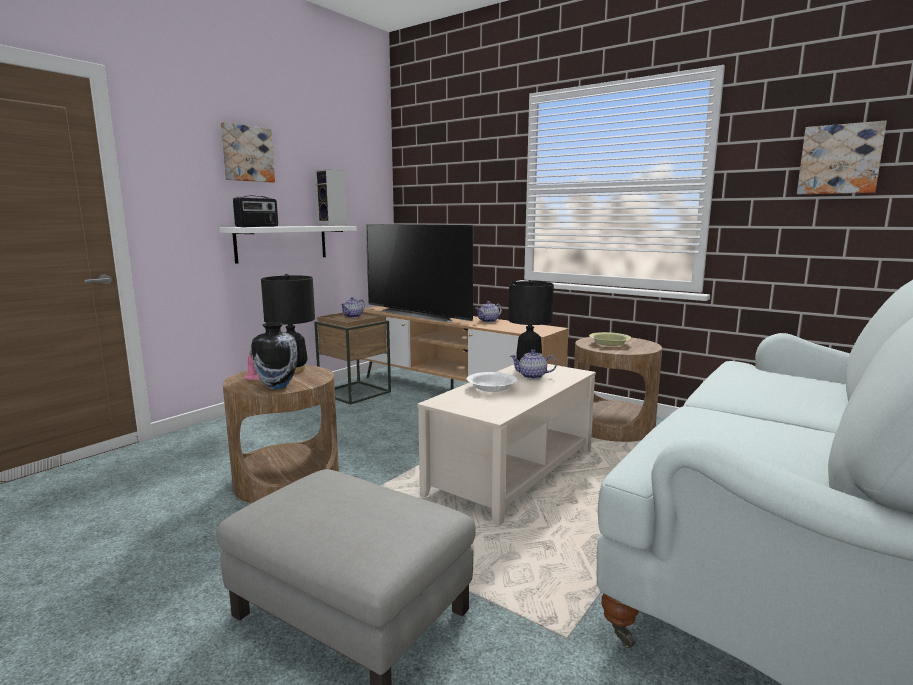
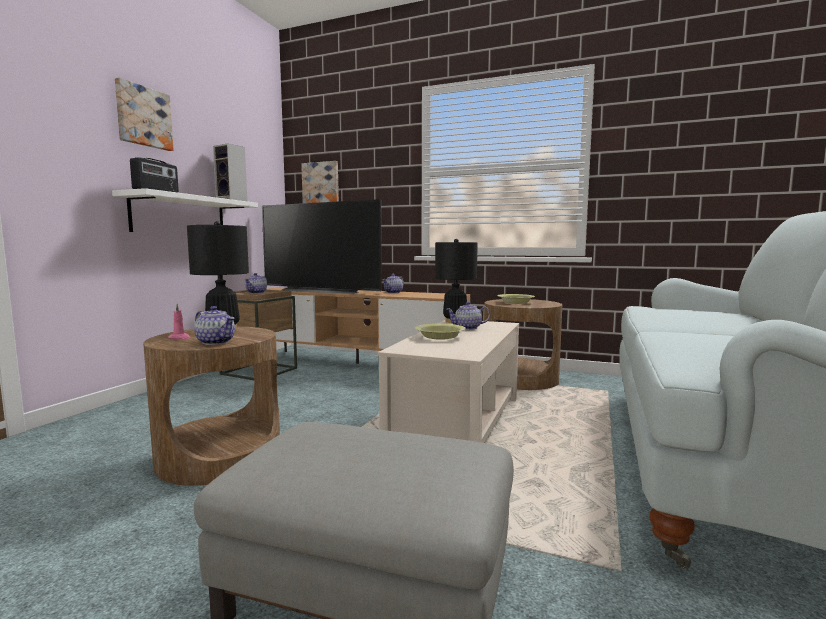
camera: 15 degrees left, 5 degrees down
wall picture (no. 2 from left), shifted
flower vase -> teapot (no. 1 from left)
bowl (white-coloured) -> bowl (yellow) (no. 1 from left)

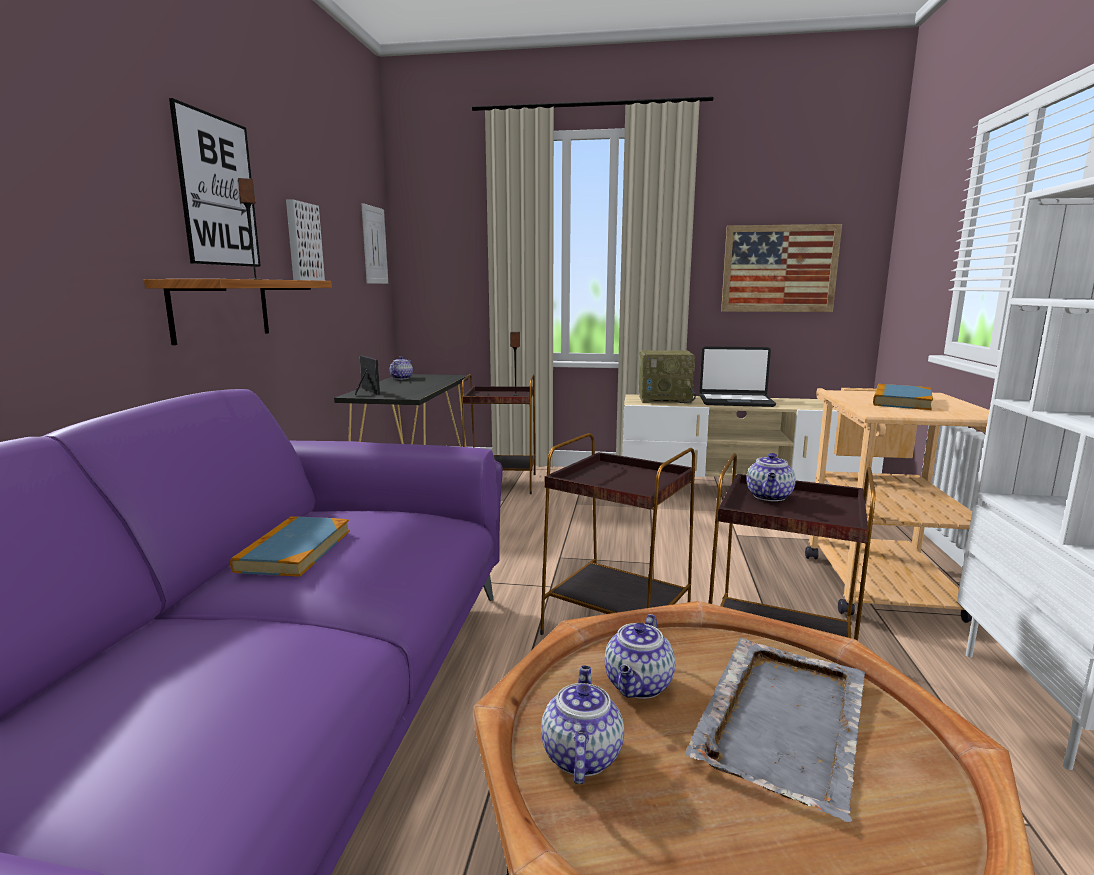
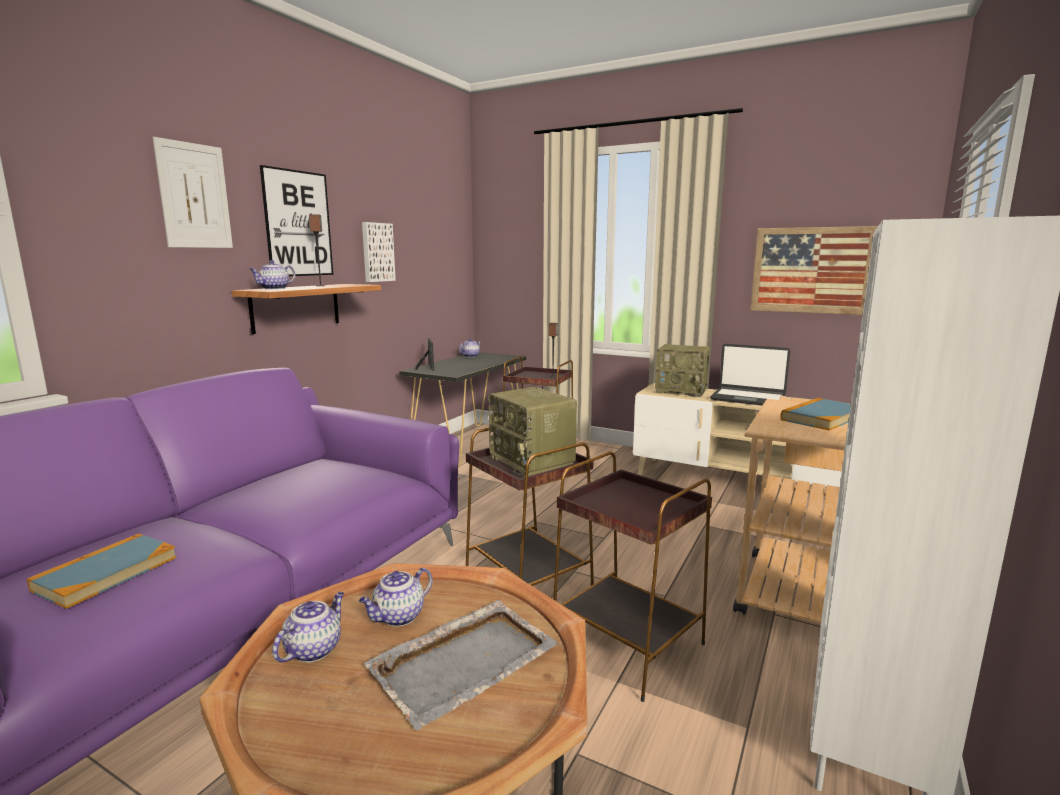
camera: 20 degrees right, 0 degrees up
none -> radio (no. 1 from left)
book (no. 1 from left), shifted
wall picture (no. 3 from left in the first image) -> wall picture (no. 1 from left), shifted
teapot (no. 4 from left in the first image) -> teapot (no. 1 from left), shifted

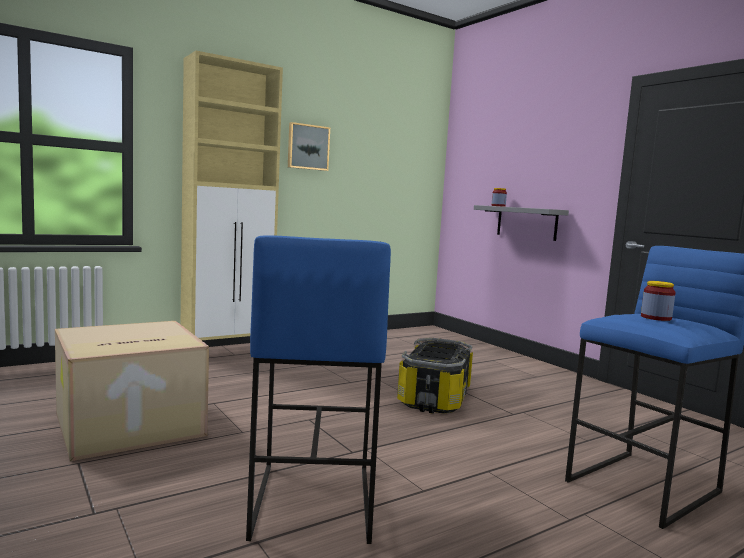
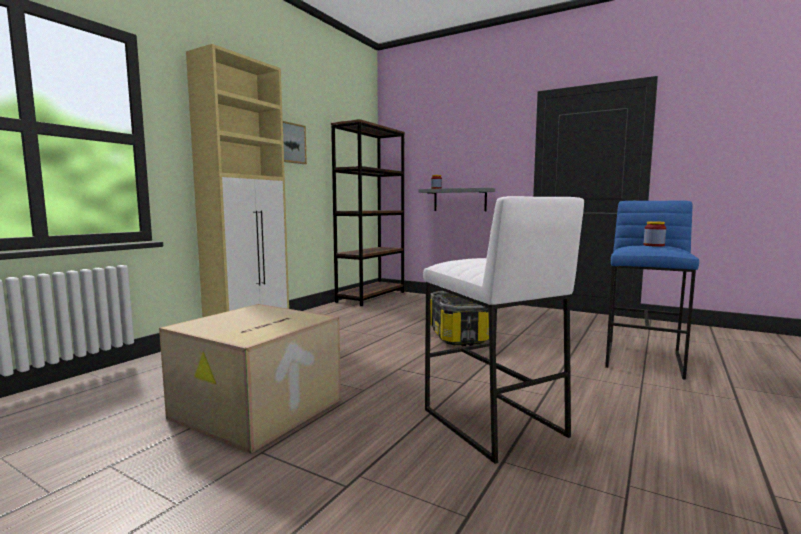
camera: 25 degrees left, 0 degrees up
none -> shelving unit (brownish)
stool seat (blue) (no. 1 from left) -> stool seat (white-coloured)

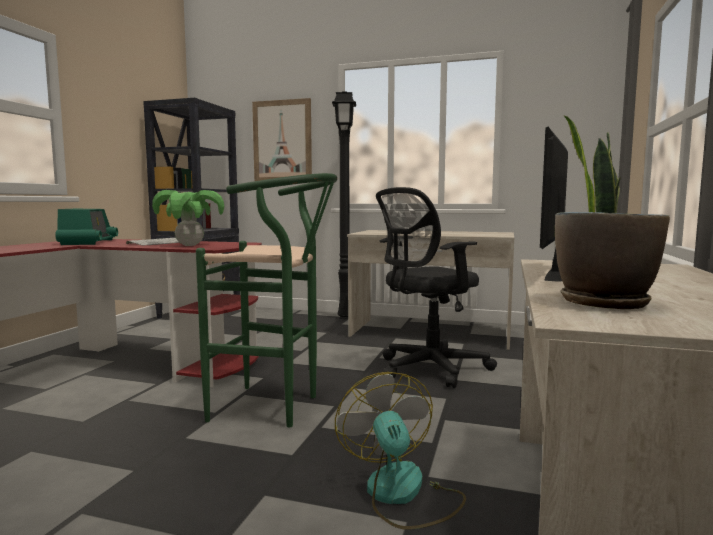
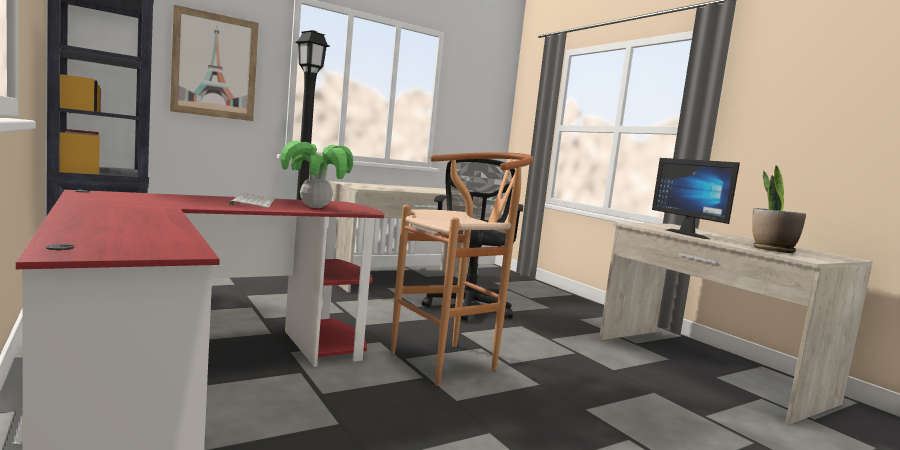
camera: 50 degrees left, 0 degrees up
radio -> none
fan -> none
stool seat (greenish) -> stool seat (brownish)

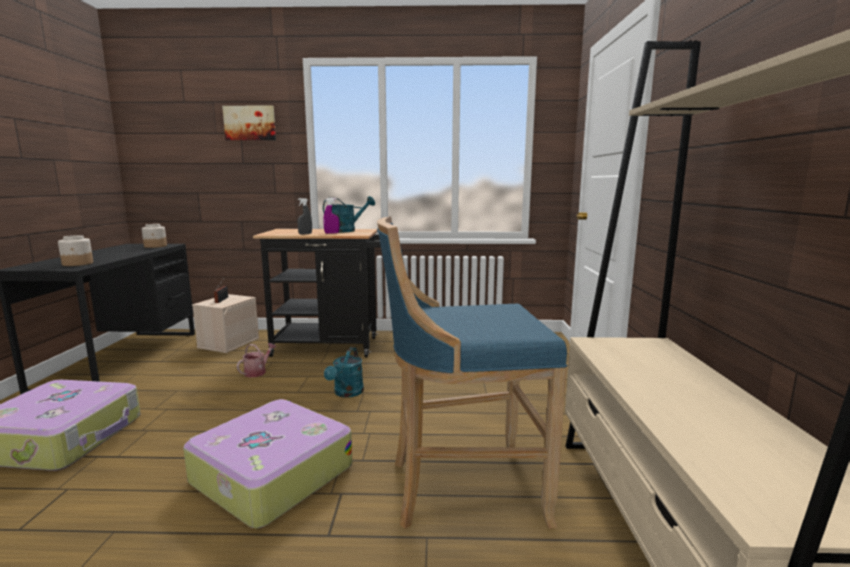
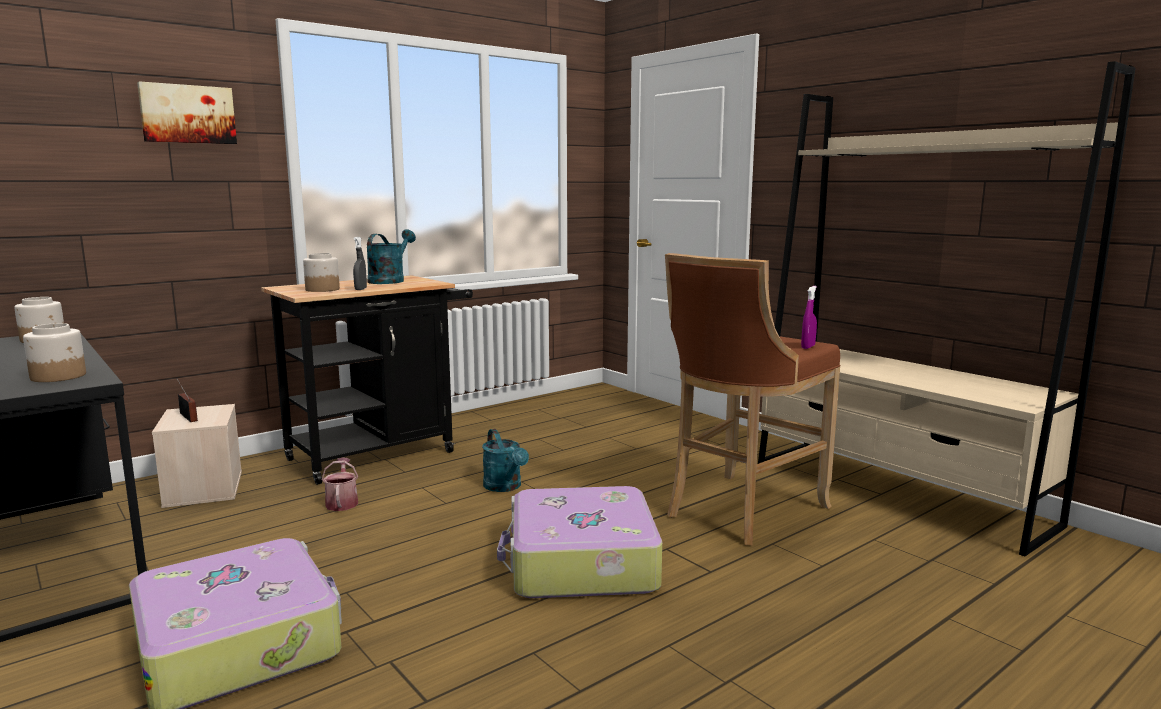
camera: 40 degrees left, 0 degrees up
none -> jar (no. 3 from left)
sprayer (purple-coloured), shifted
stool seat (blue) -> stool seat (brownish)

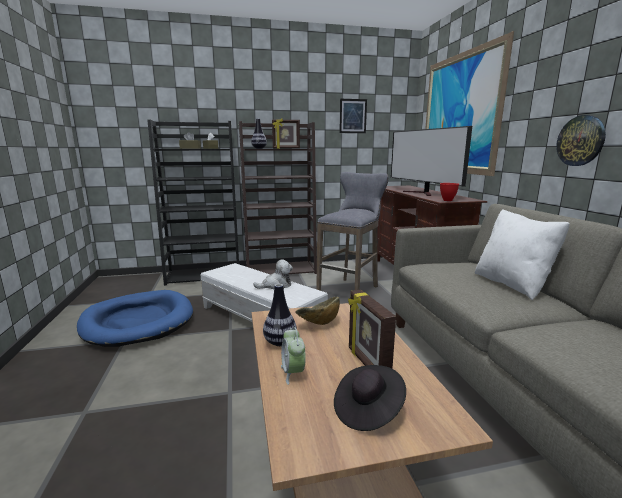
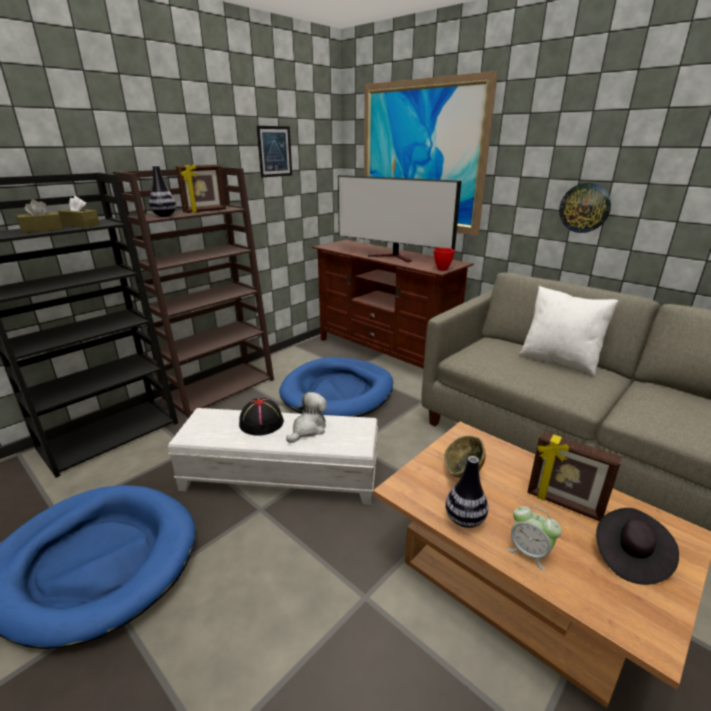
camera: 35 degrees left, 10 degrees up
none -> wearable hat (blackish) (no. 1 from left)
stool seat (gray) -> pet bed (blue) (no. 2 from left)

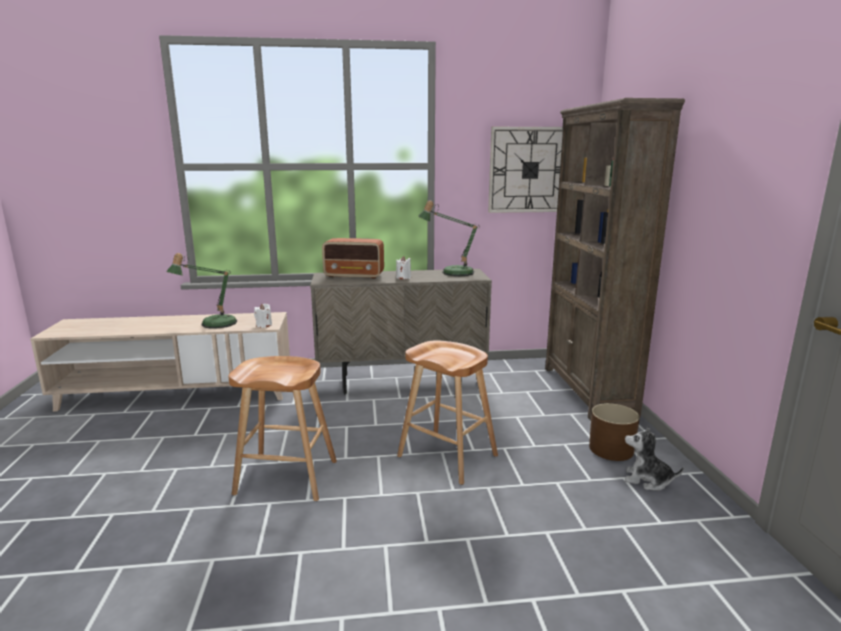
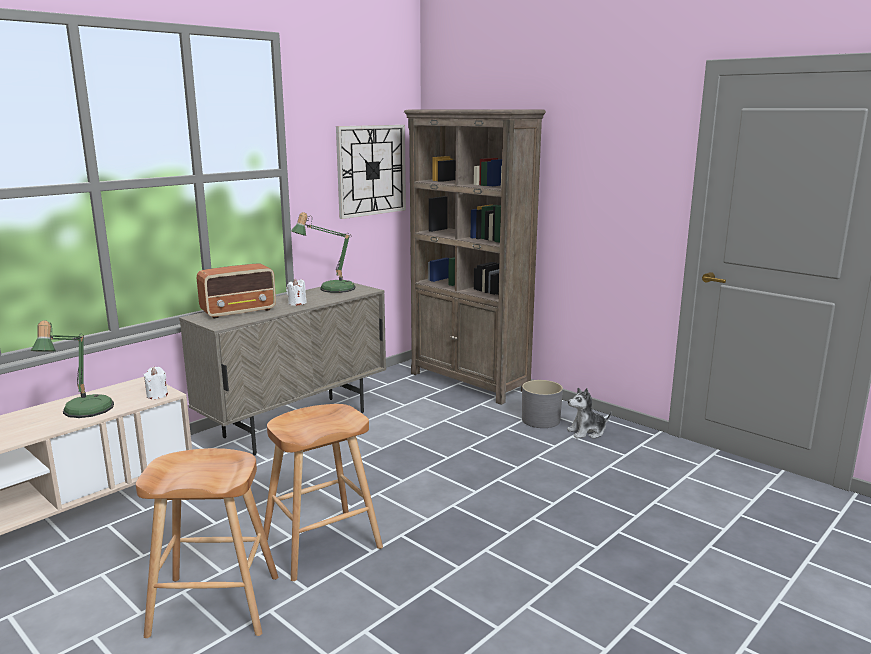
camera: 40 degrees left, 0 degrees up
stool seat (brownish) (no. 2 from left in the first image) -> stool seat (brownish) (no. 1 from left), shifted
planter (brownish) -> planter (gray)

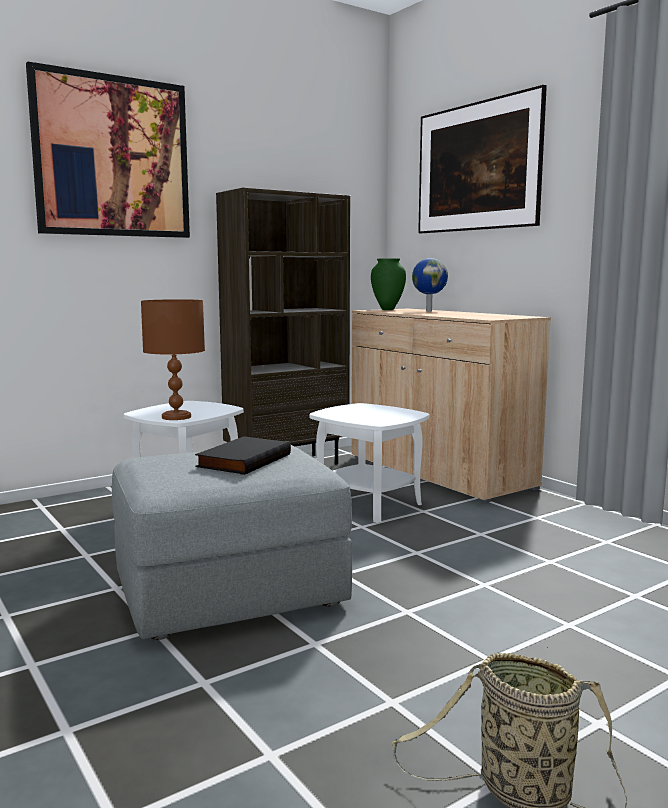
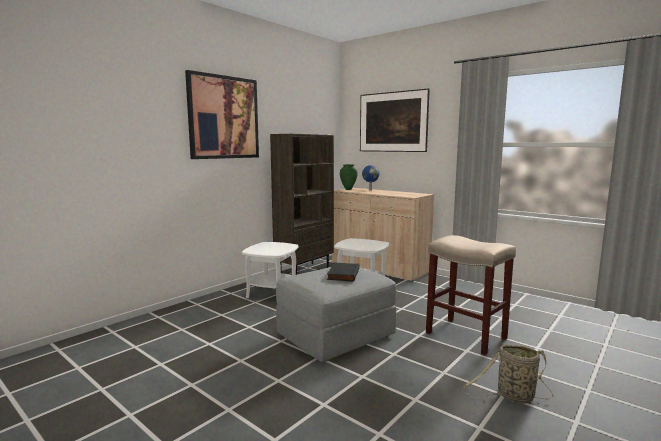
camera: 15 degrees left, 0 degrees up
lamp for a table (brownish) -> none
none -> stool seat (sand-coloured)

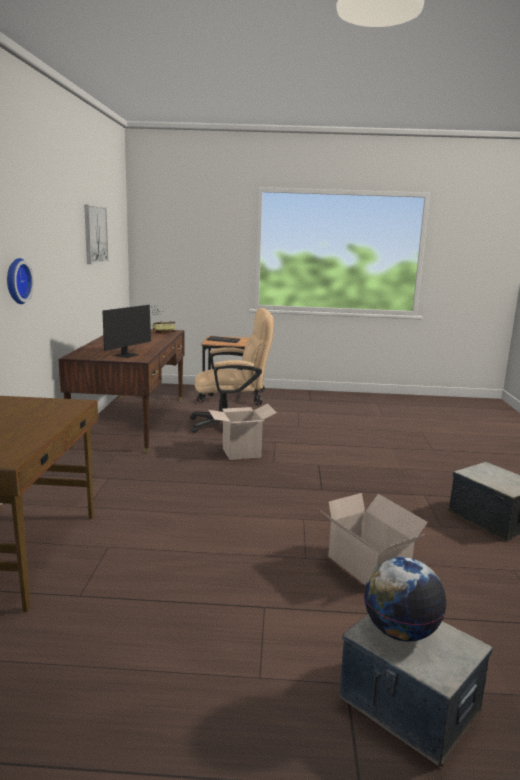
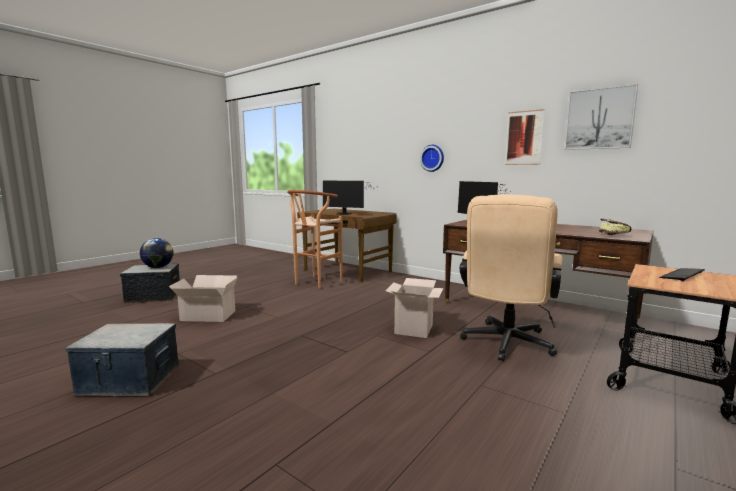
camera: 125 degrees right, 5 degrees down
none -> stool seat (brownish)
none -> computer display (no. 1 from left)
none -> wall picture (no. 1 from left)

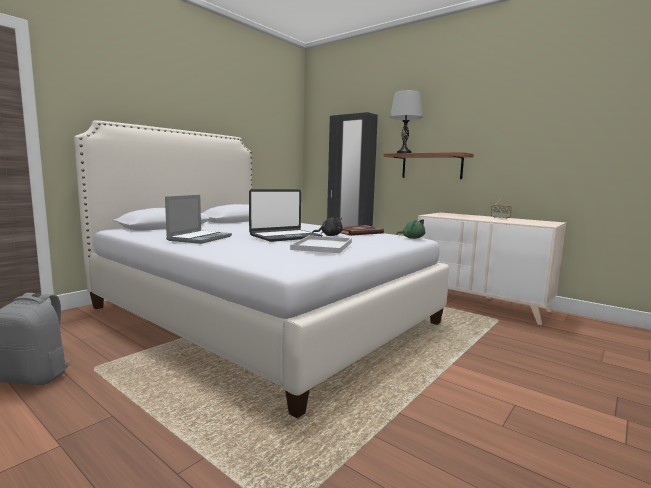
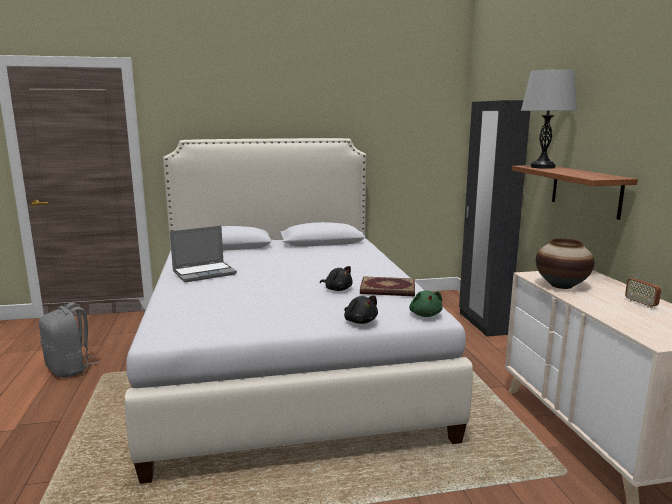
camera: 40 degrees right, 5 degrees up
notebook computer (no. 2 from left) -> none
carrying tray (white-coloured) -> none
none -> plush toy (blackish) (no. 2 from left)
none -> flower vase

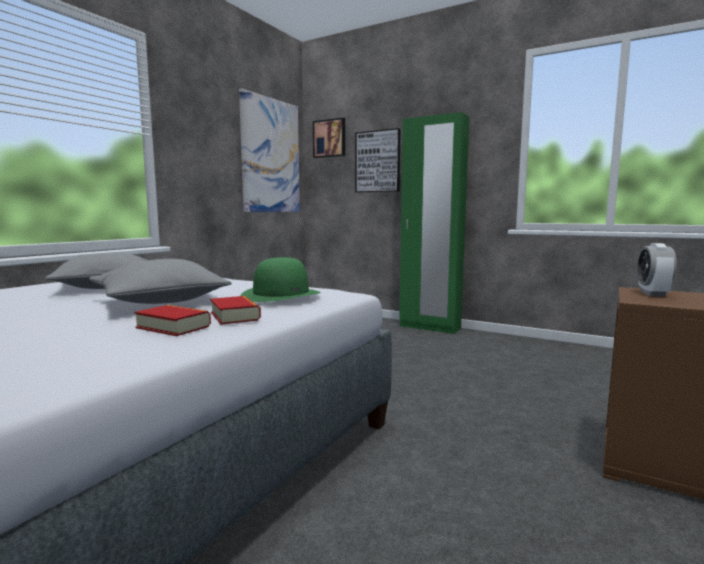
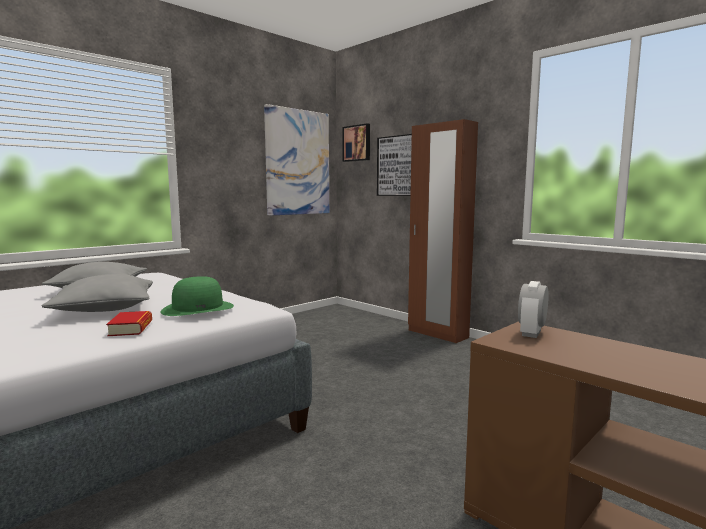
camera: 15 degrees right, 0 degrees up
book (no. 1 from left) -> none
clothes cupboard (greenish) -> clothes cupboard (brownish)

